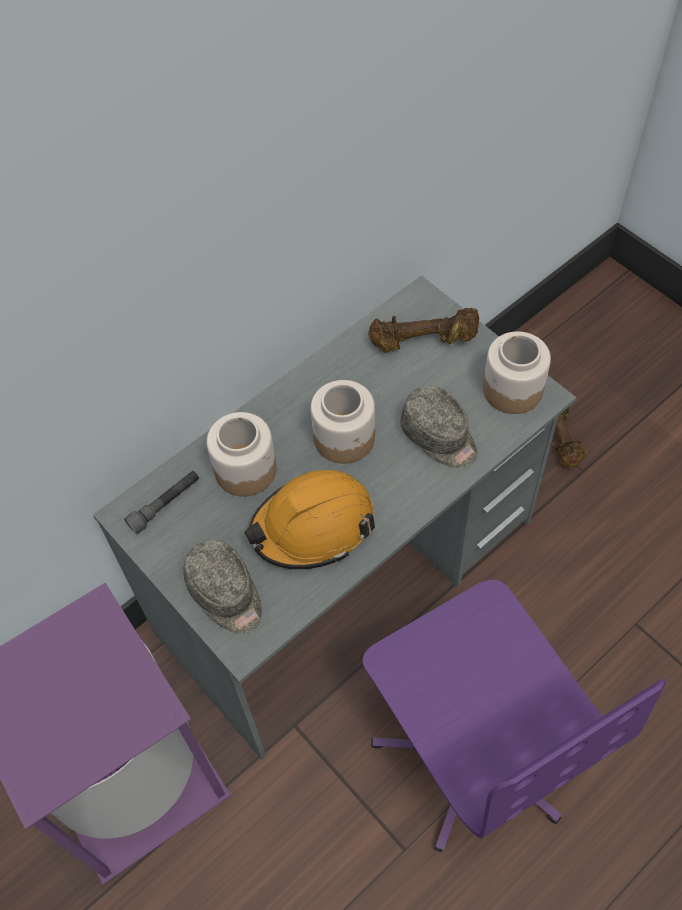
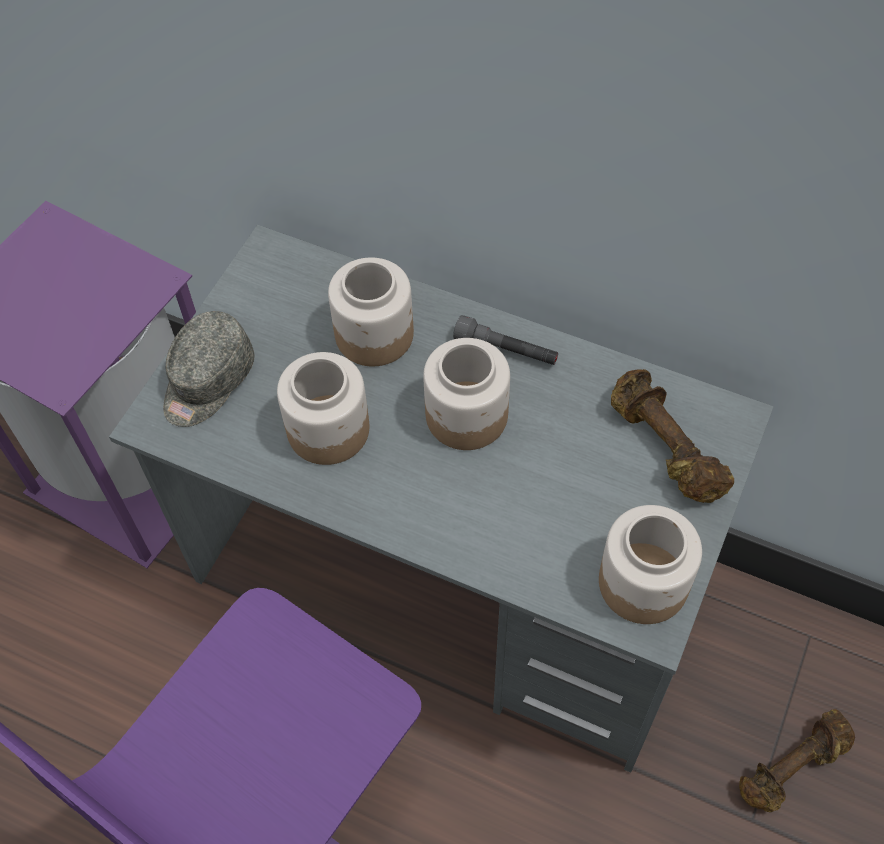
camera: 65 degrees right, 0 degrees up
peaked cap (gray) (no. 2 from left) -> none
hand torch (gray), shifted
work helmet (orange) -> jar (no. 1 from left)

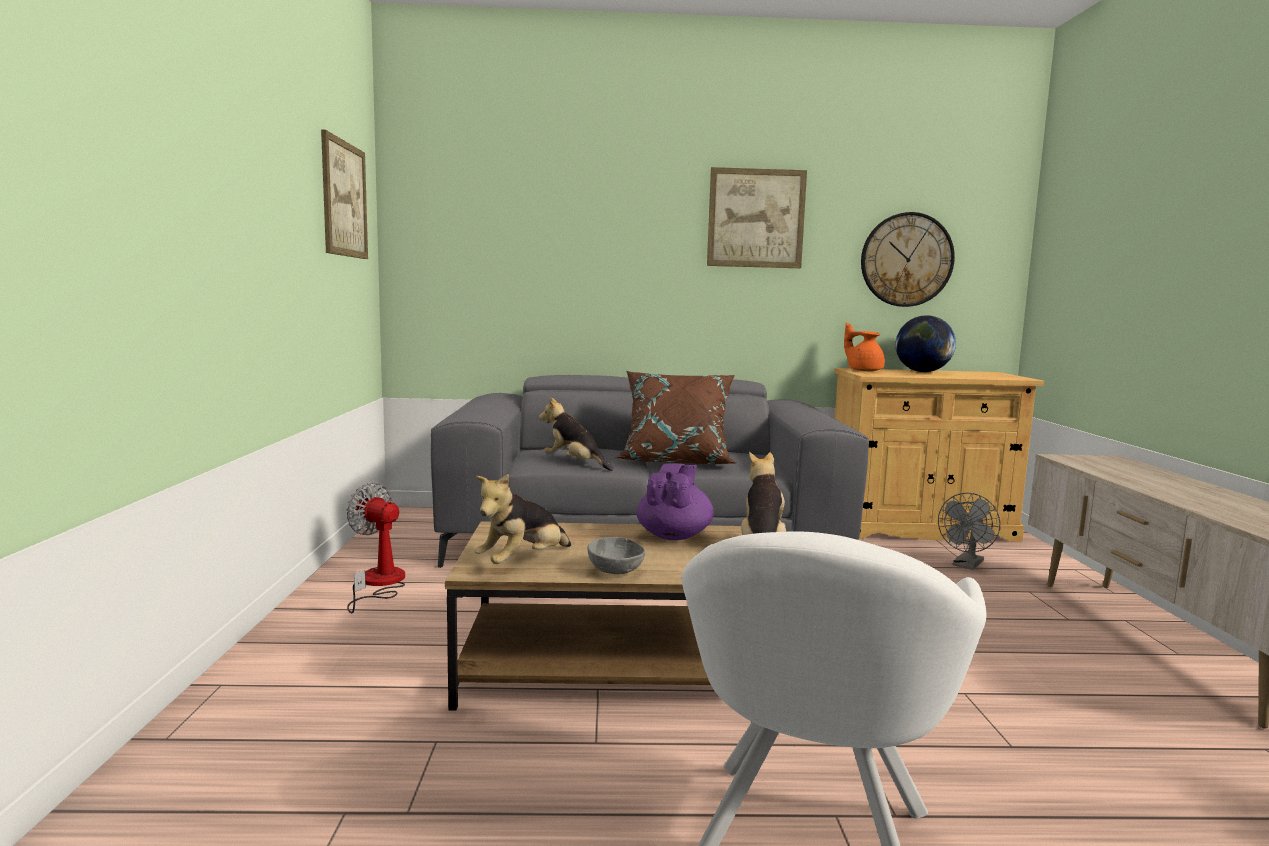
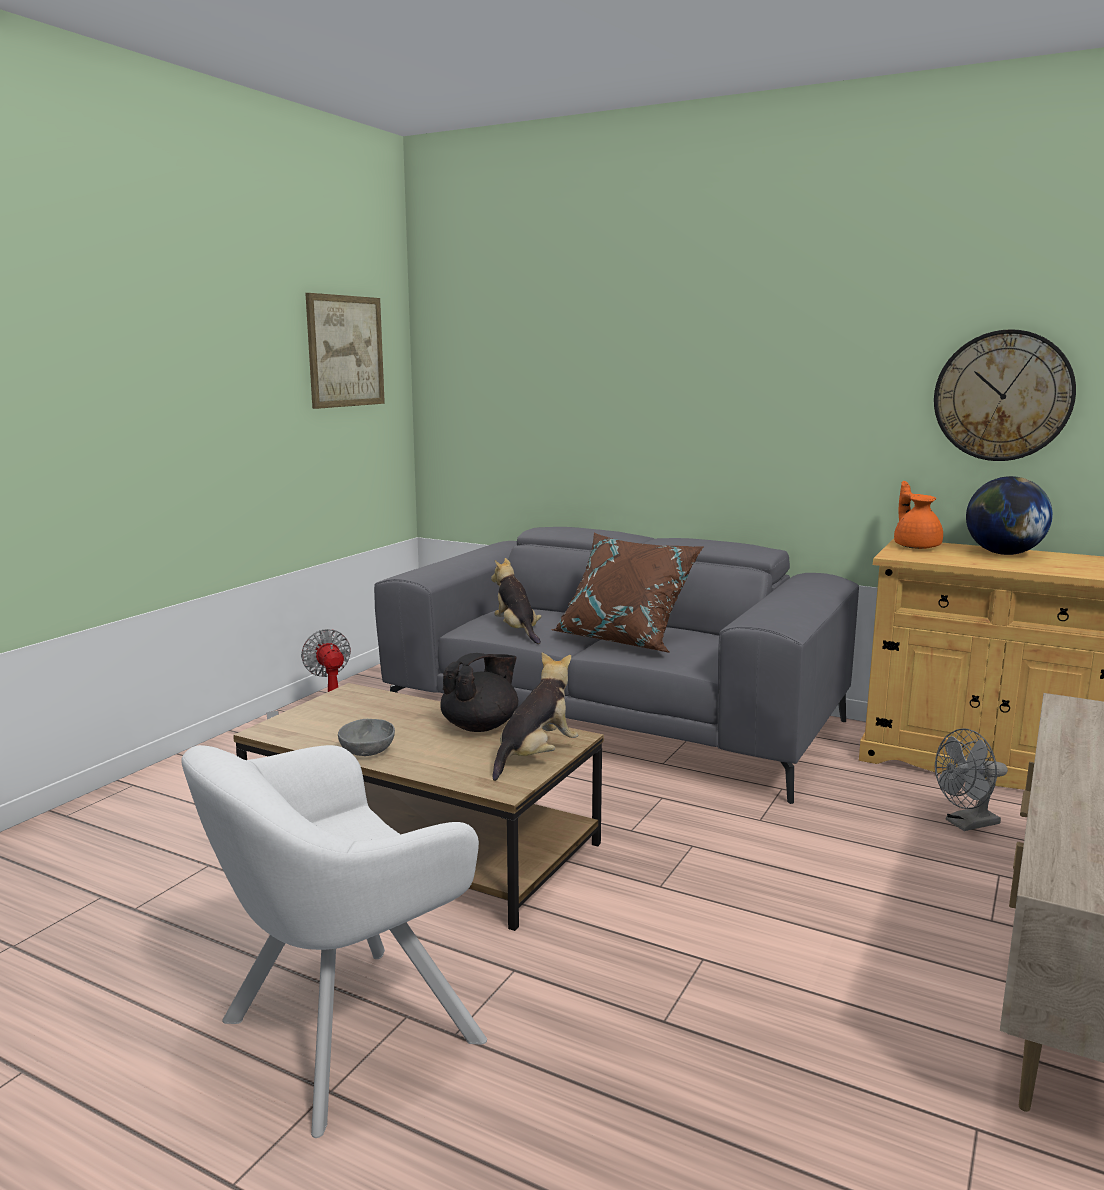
camera: 30 degrees right, 5 degrees up
plush toy (no. 1 from left) -> none
wall picture (no. 2 from left) -> none
teapot (purple-coloured) -> teapot (blackish)

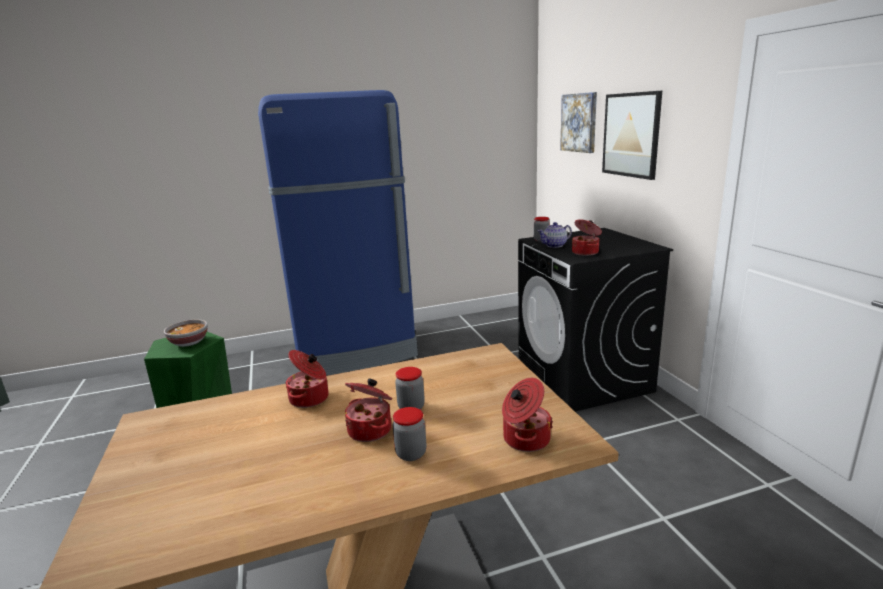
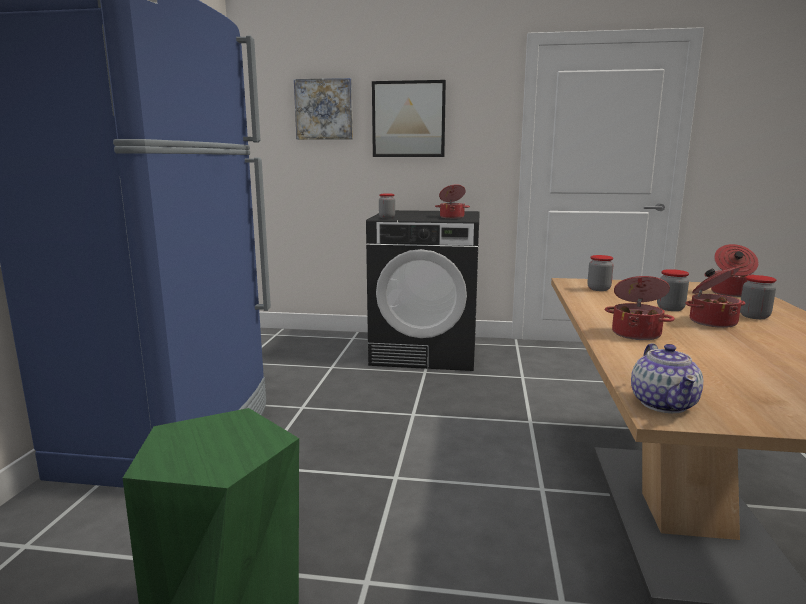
camera: 65 degrees left, 5 degrees down
bowl -> none
none -> jar (no. 2 from left)
teapot, shifted

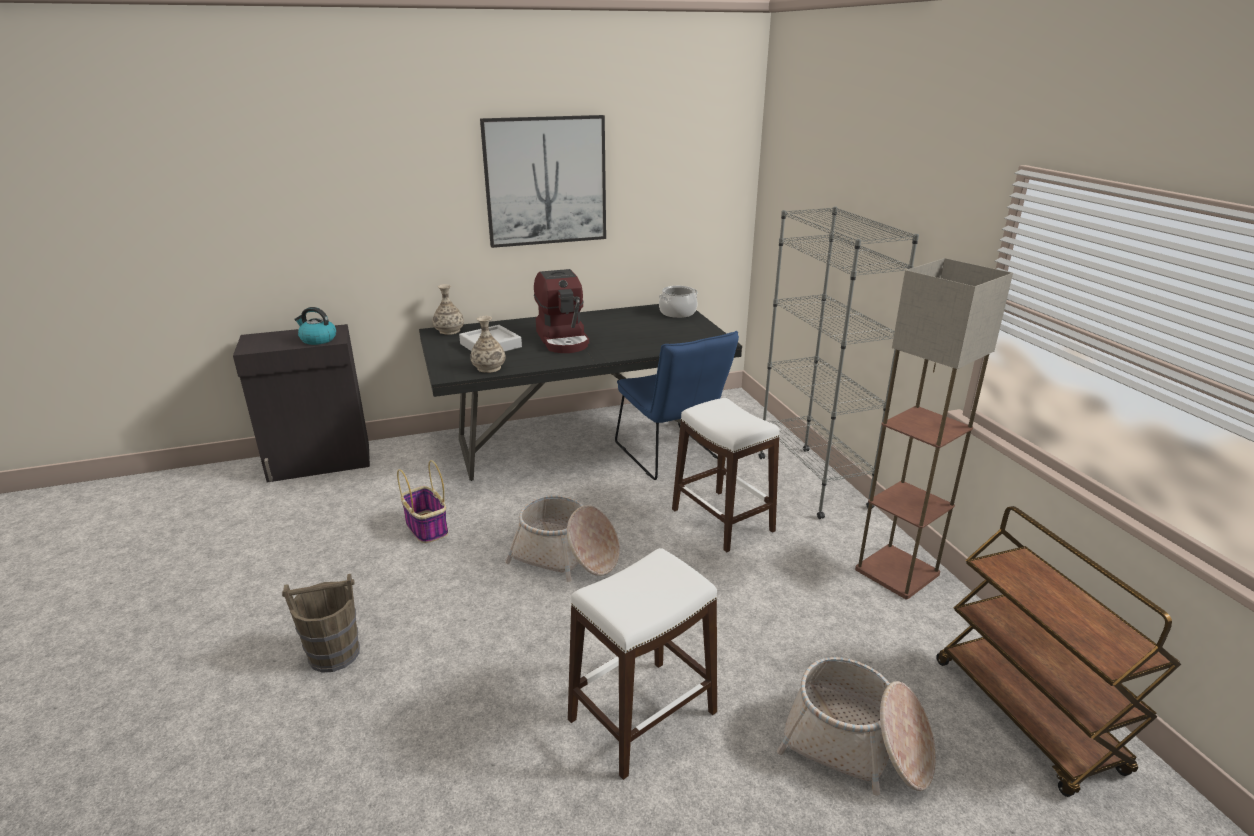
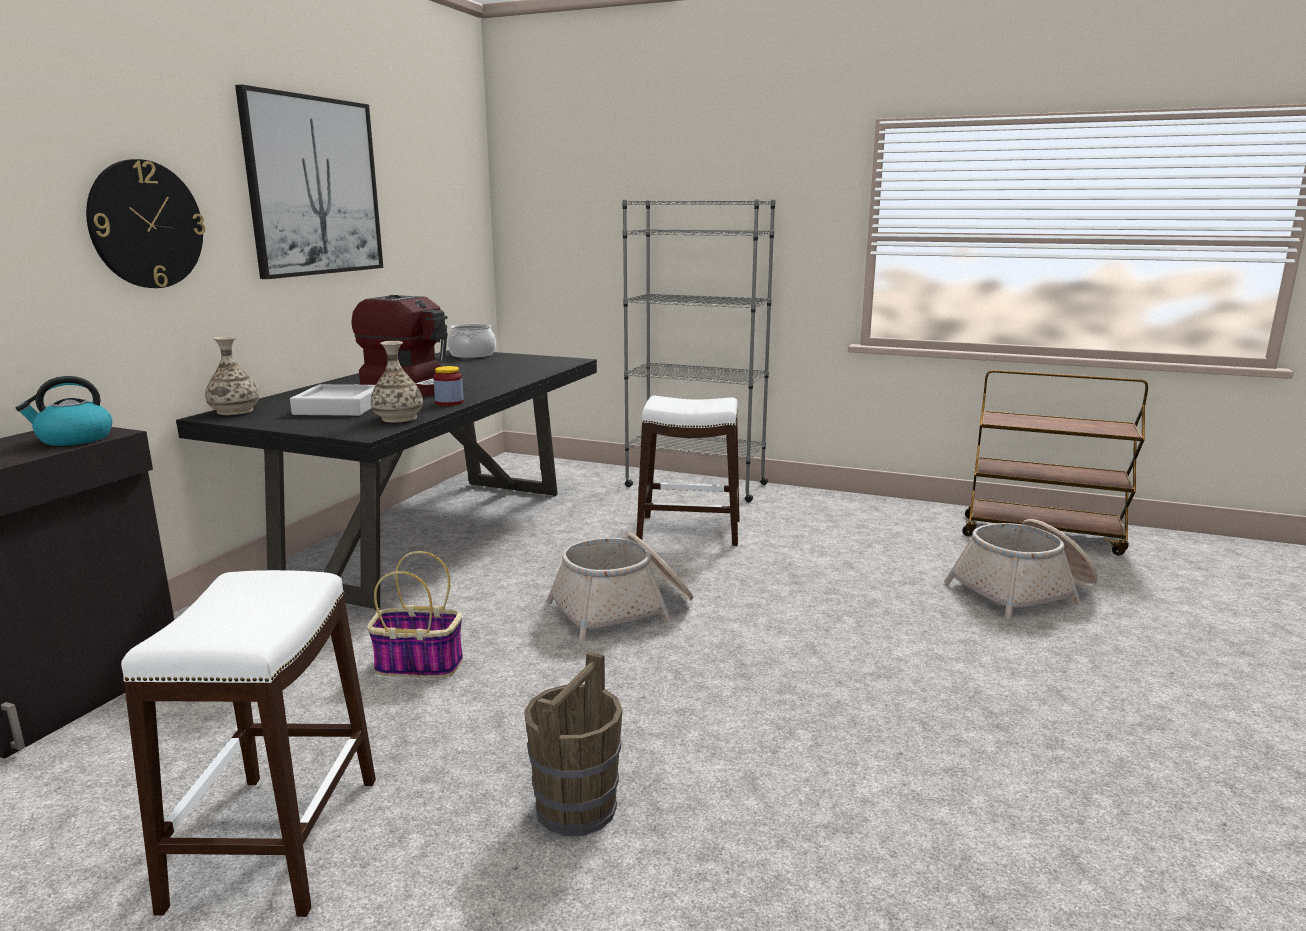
camera: 50 degrees left, 10 degrees down
chair (blue) -> none
floor lamp -> none
none -> wall clock
none -> jar
stool seat (white-coloured) (no. 1 from left), shifted

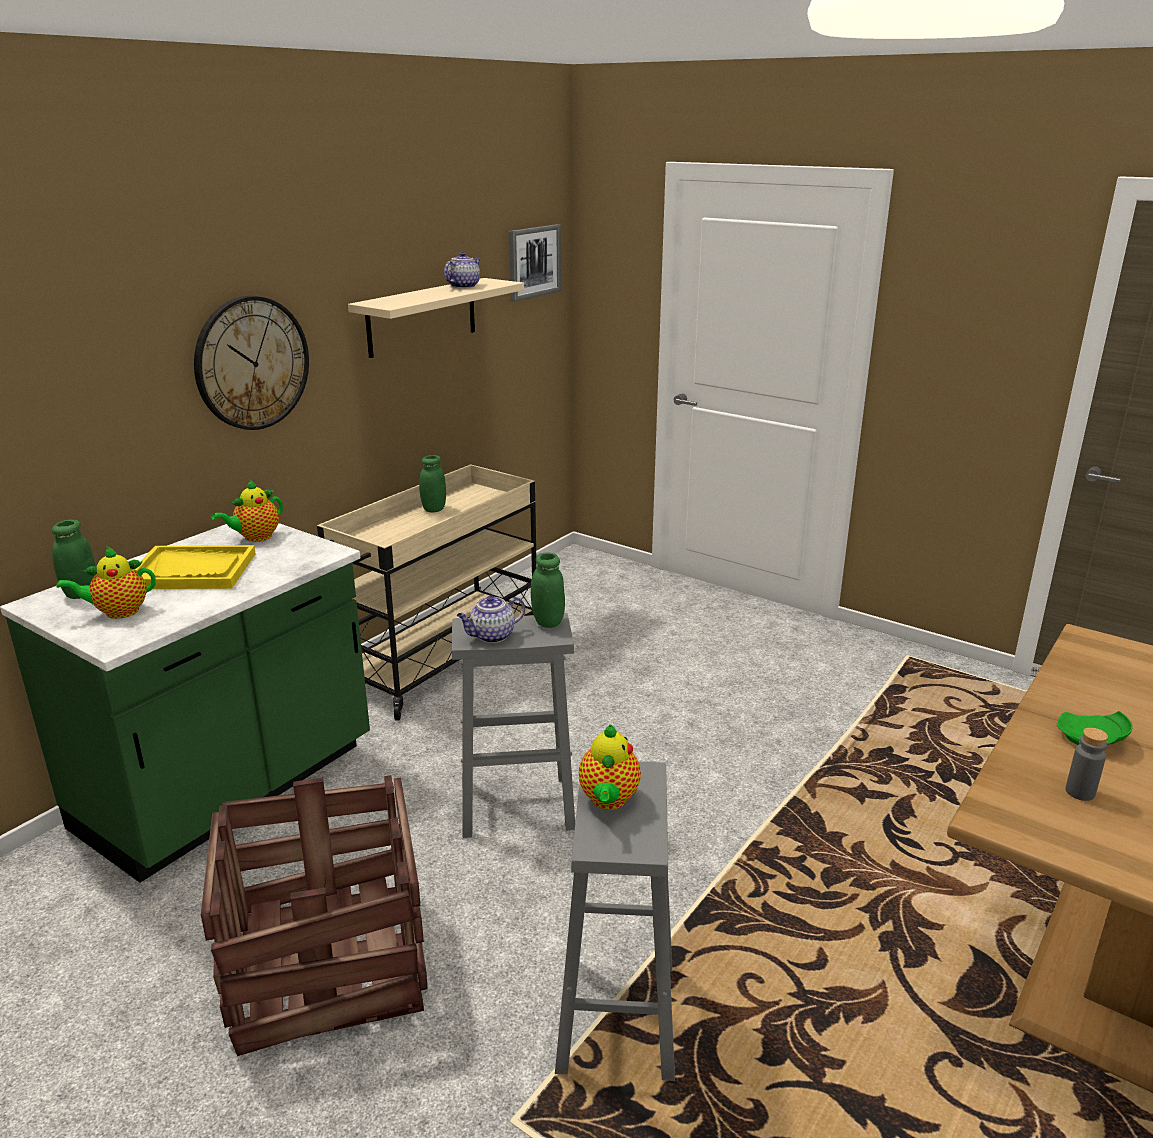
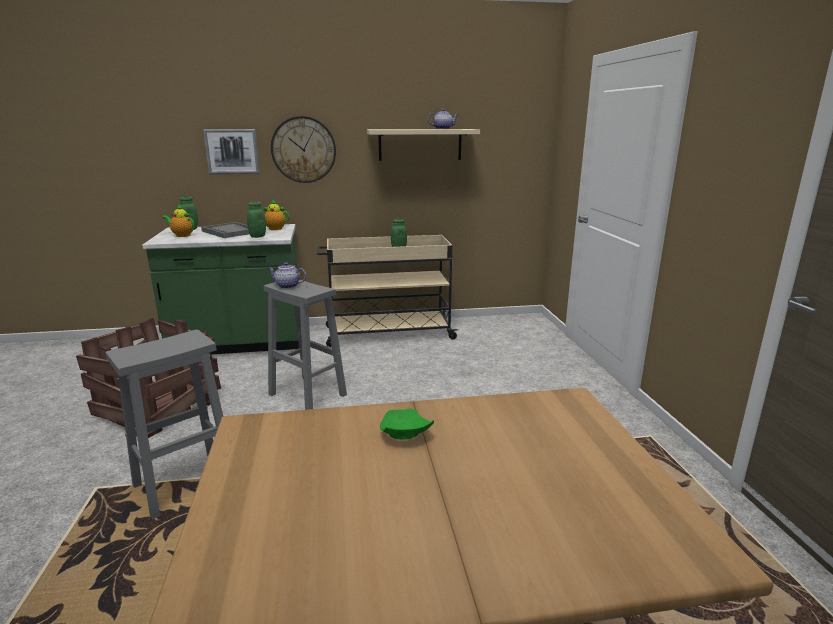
camera: 45 degrees right, 5 degrees down
teapot (no. 5 from left) -> none
drink bottle (gray) -> none
wall picture, shifted
jar (greenish) (no. 3 from left in the first image) -> jar (greenish) (no. 2 from left), shifted
carrying tray (yellow) -> carrying tray (gray)

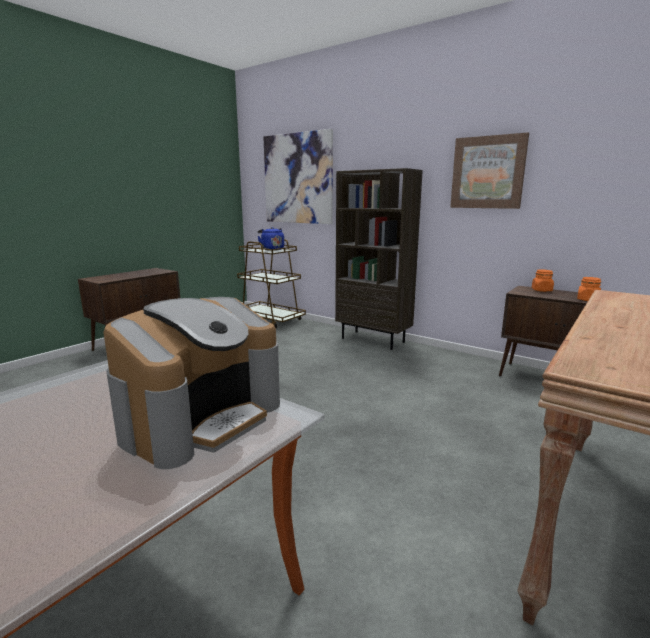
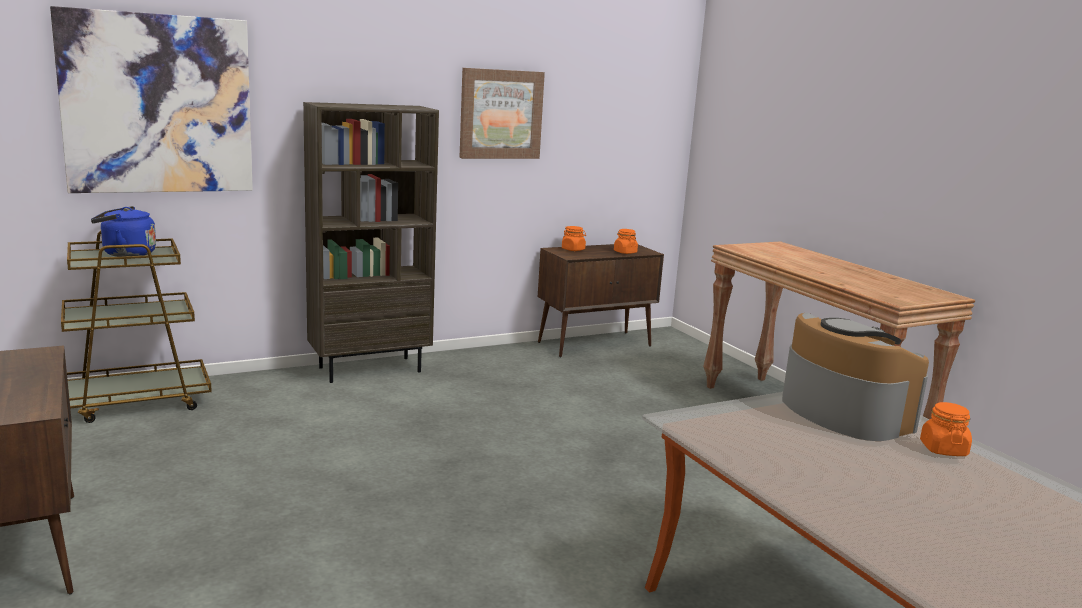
camera: 65 degrees left, 0 degrees up
none -> jar (orange) (no. 3 from left)

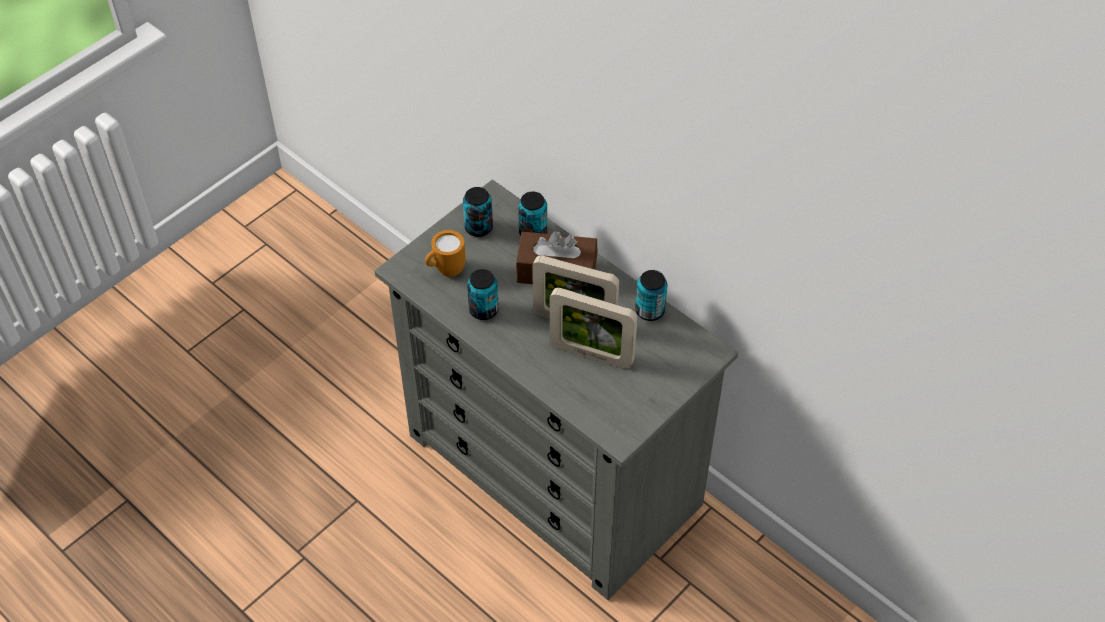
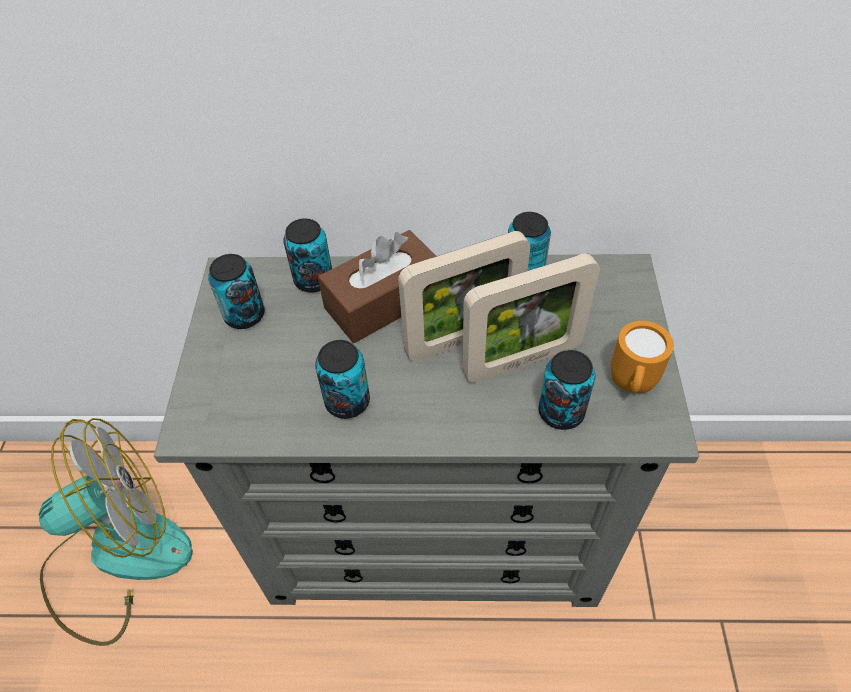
camera: 40 degrees left, 0 degrees up
none -> fan
none -> can (no. 5 from left)
coffee mug (orange), shifted

